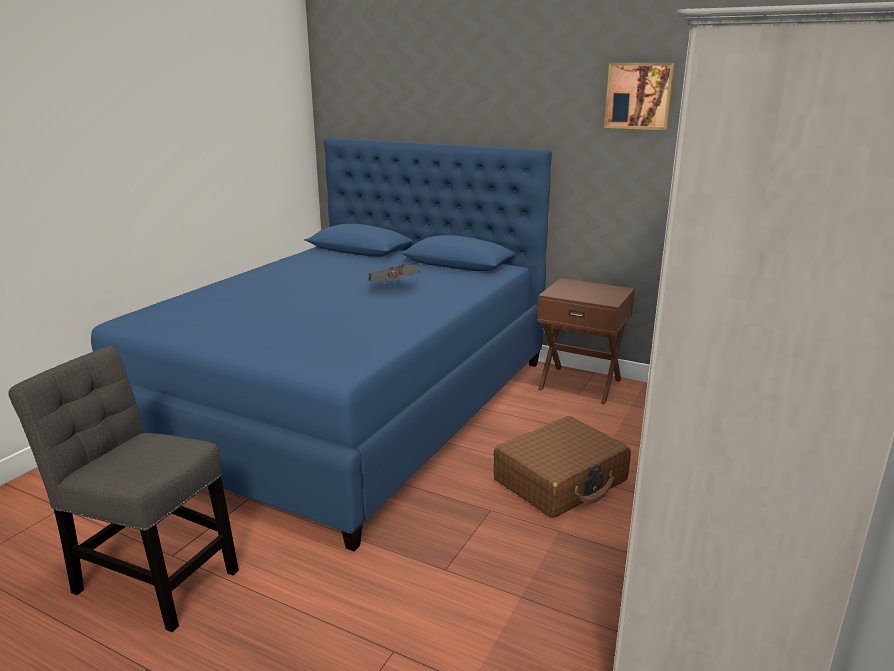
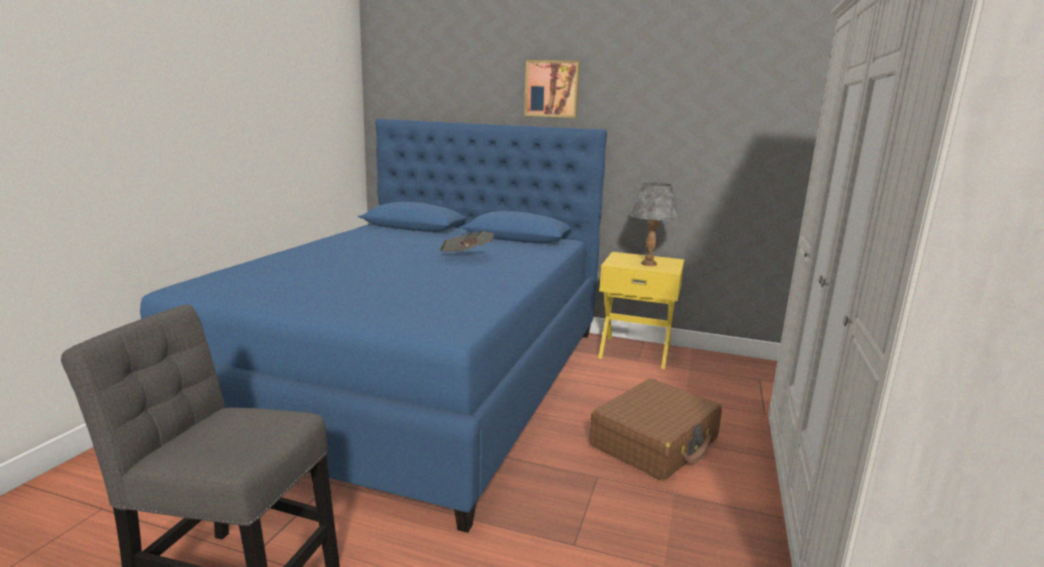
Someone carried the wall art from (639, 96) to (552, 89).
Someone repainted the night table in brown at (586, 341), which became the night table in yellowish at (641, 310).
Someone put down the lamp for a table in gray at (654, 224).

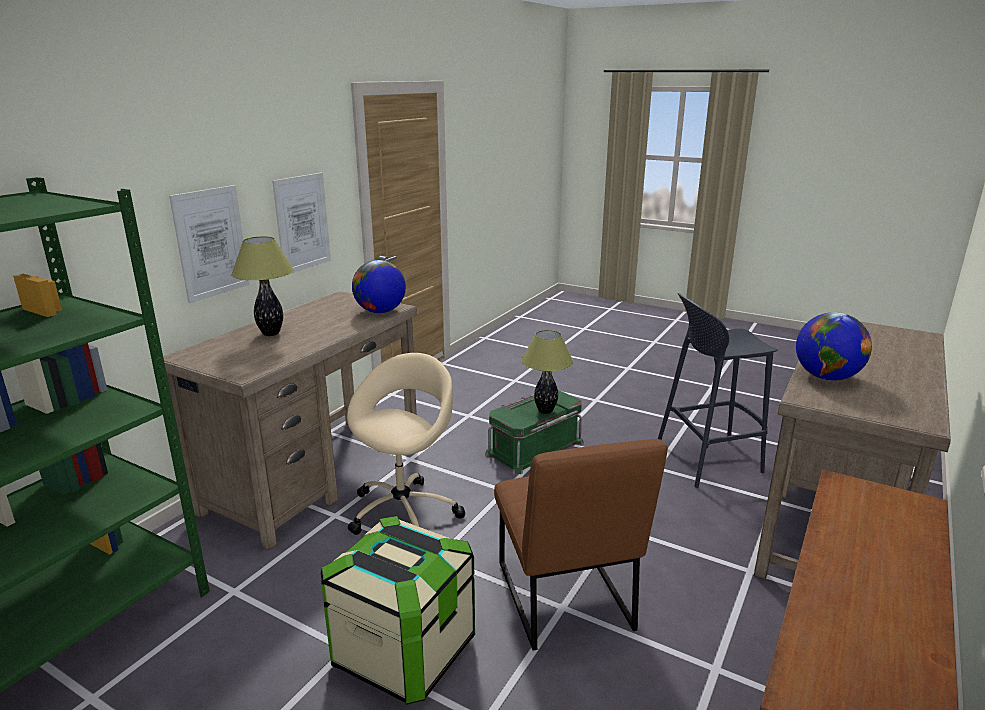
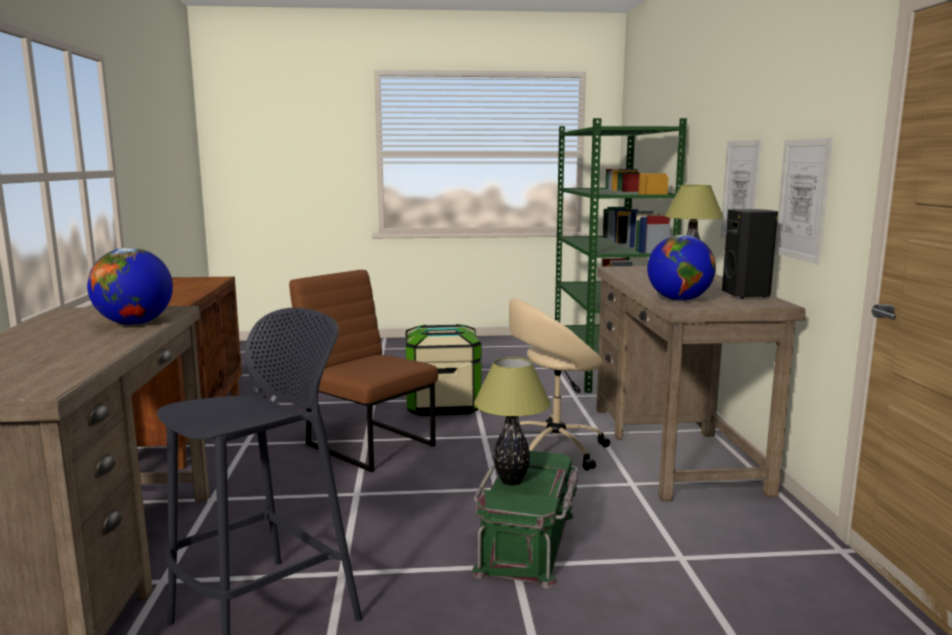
Someone rotated the desk chair in beige-coloured at (406, 444) by 60 degrees clockwise.
Someone put down the speaker in black-coloured at (750, 254).

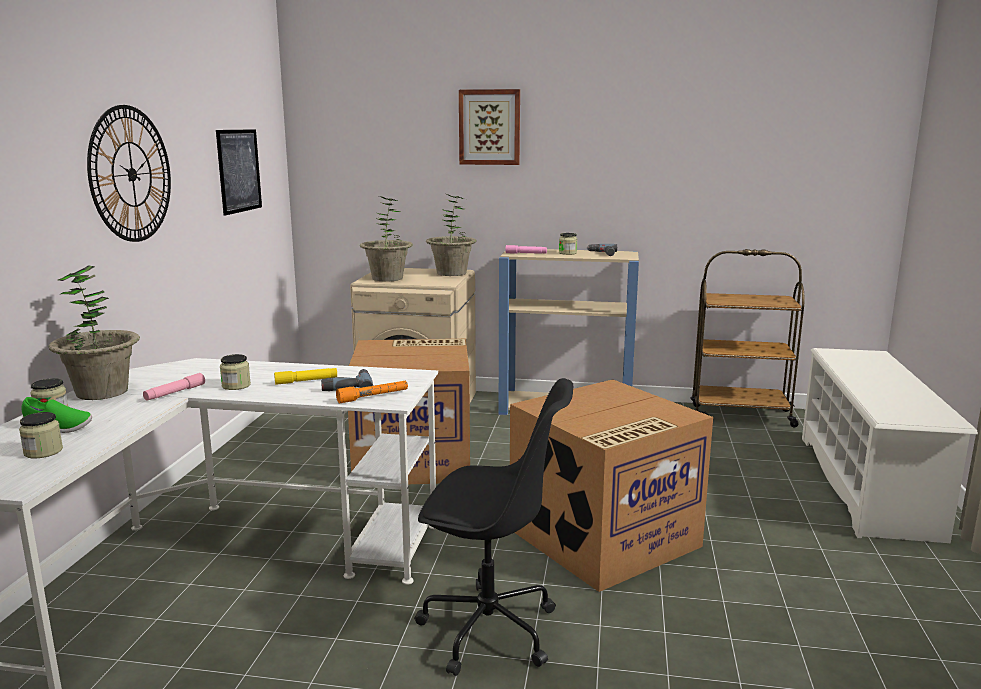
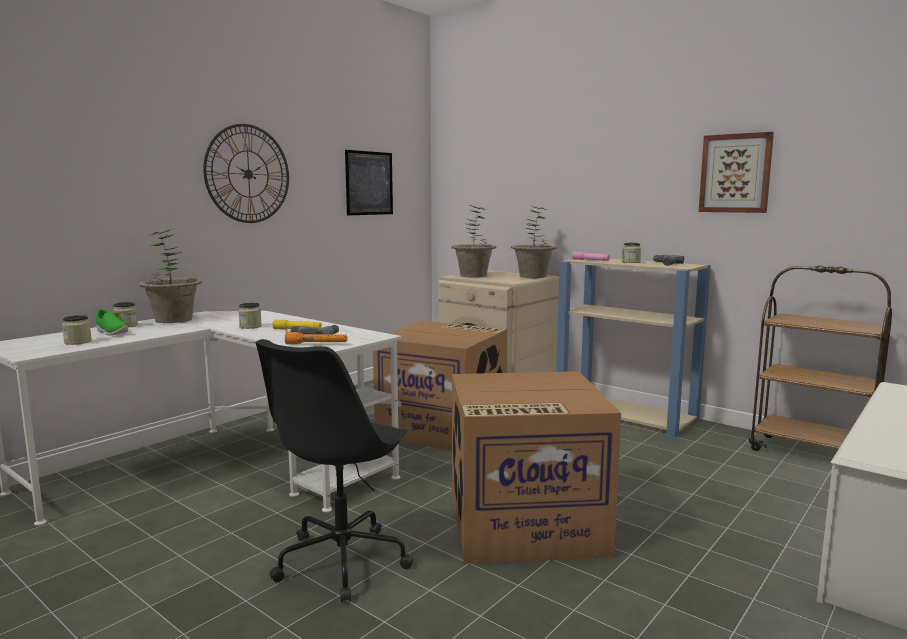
Someone rotated the desk chair in black-coloured at (493, 527) by 75 degrees clockwise.
Someone carried the wall art from (489, 127) to (736, 172).
Someone took away the torch in pinkish at (174, 387).

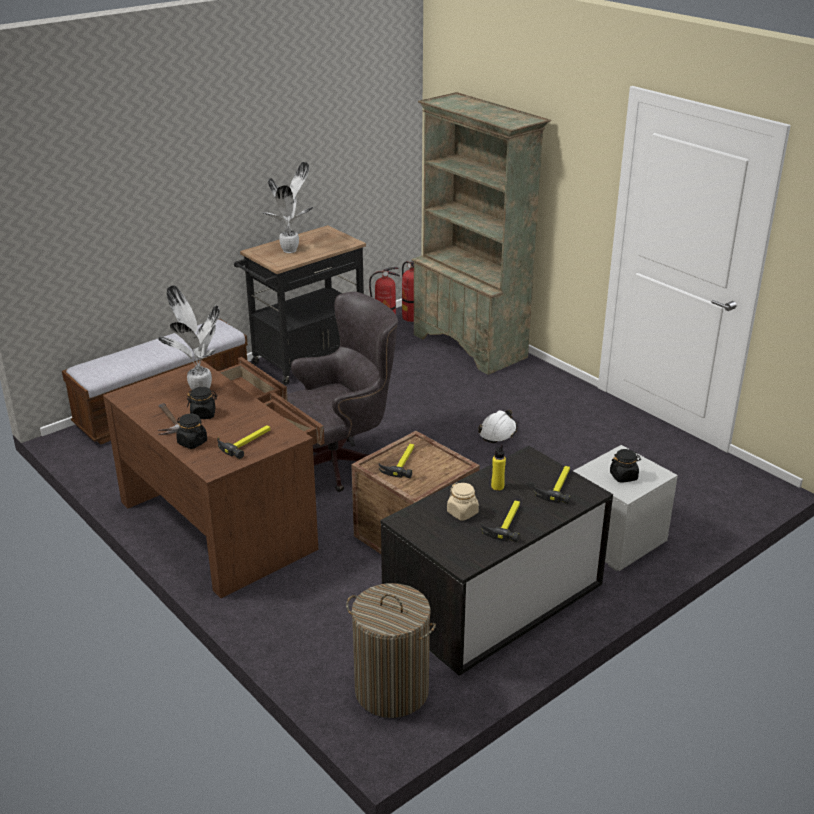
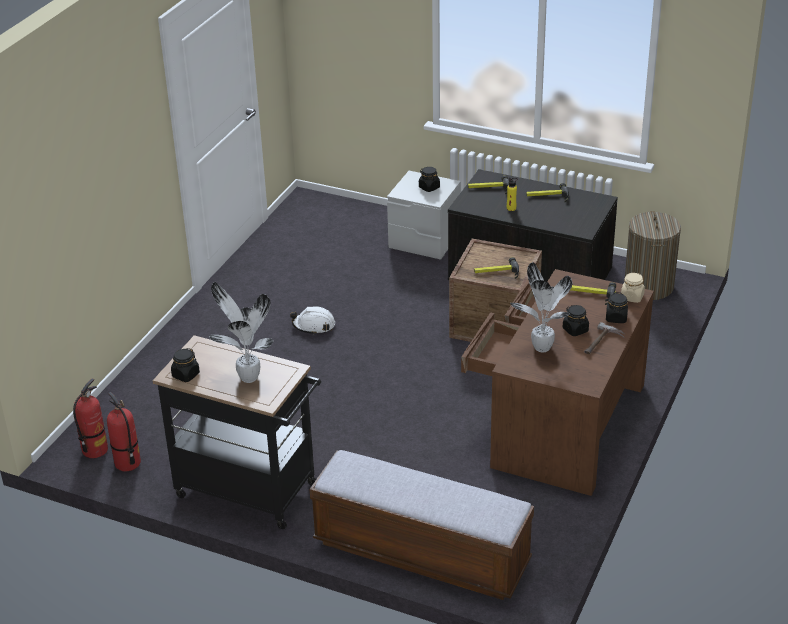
Someone put down the storage jar in black-coloured at (185, 365).
Someone carried the storage jar in beige-coloured from (463, 501) to (633, 288).
Someone took away the desk chair in gray at (342, 392).
Someone took away the shelving unit in green-coloured at (481, 233).

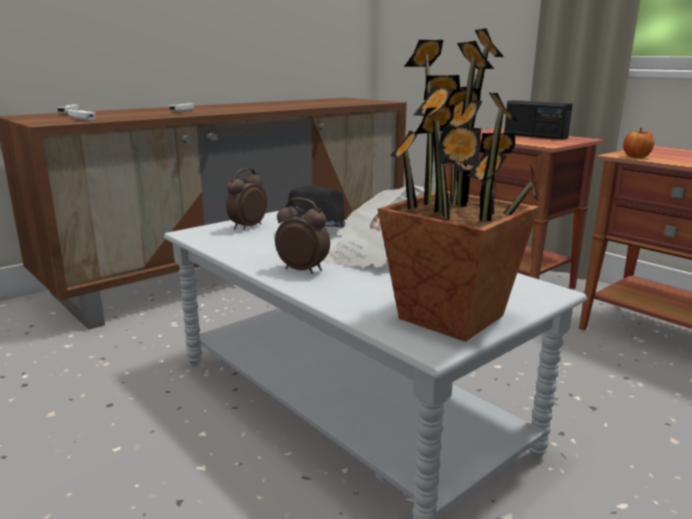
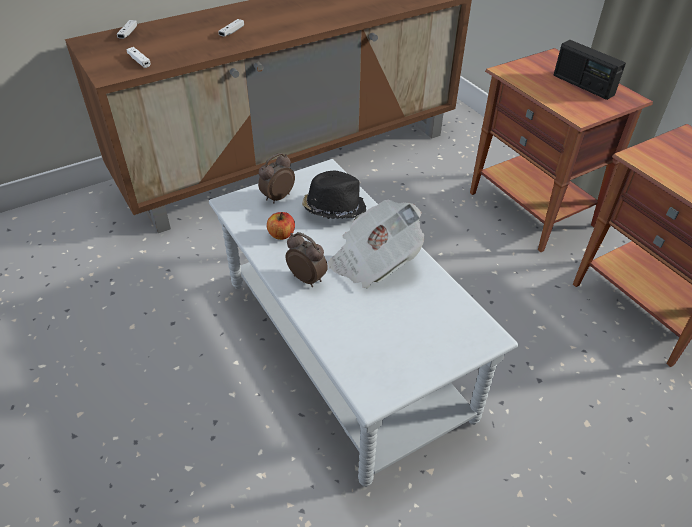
Someone carried the apple fruit from (638, 143) to (281, 226).
Someone took away the plant in a pot at (458, 185).

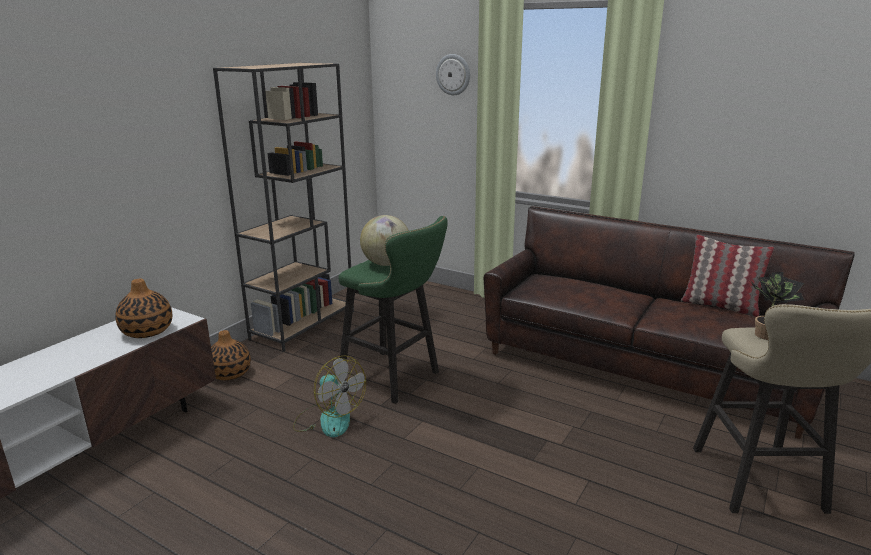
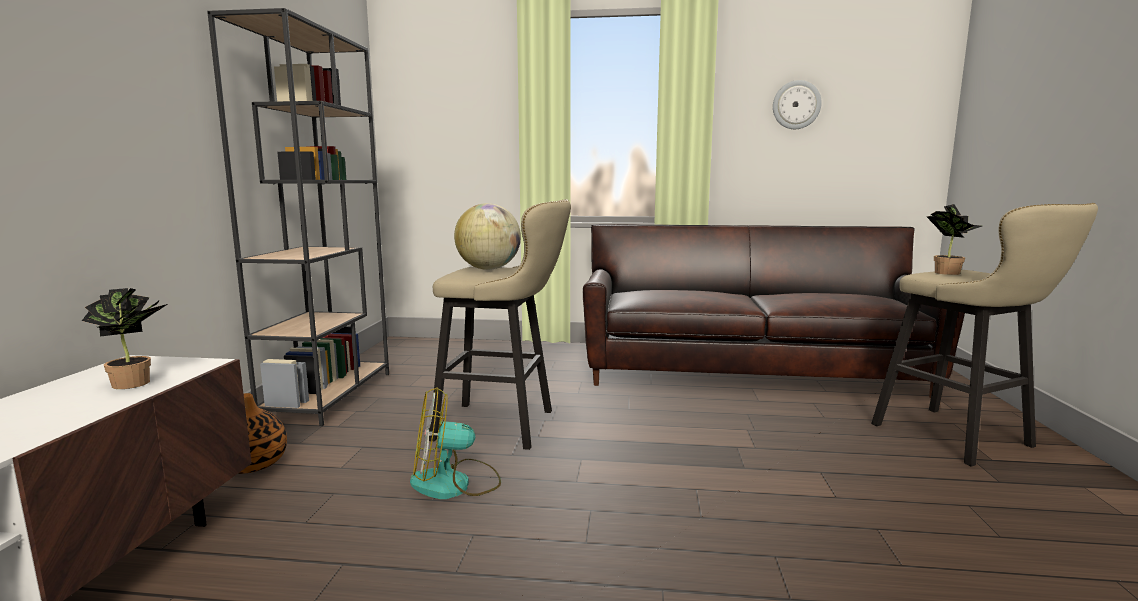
Someone swapped the decorative vase at (143, 308) for the plant in a pot at (125, 338).
Someone rotated the fan at (329, 396) by 150 degrees clockwise.
Someone repainted the stool in green-coloured at (392, 310), which became the stool in beige-coloured at (500, 324).
Someone carried the wall clock from (453, 74) to (797, 104).
Someone took away the cushion at (727, 276).

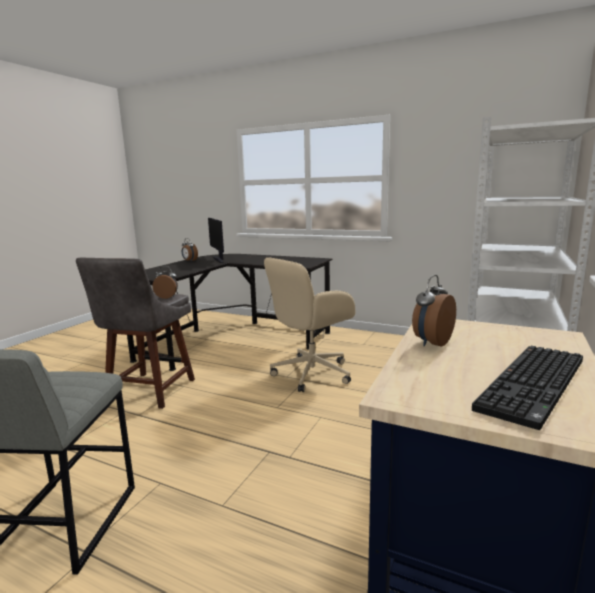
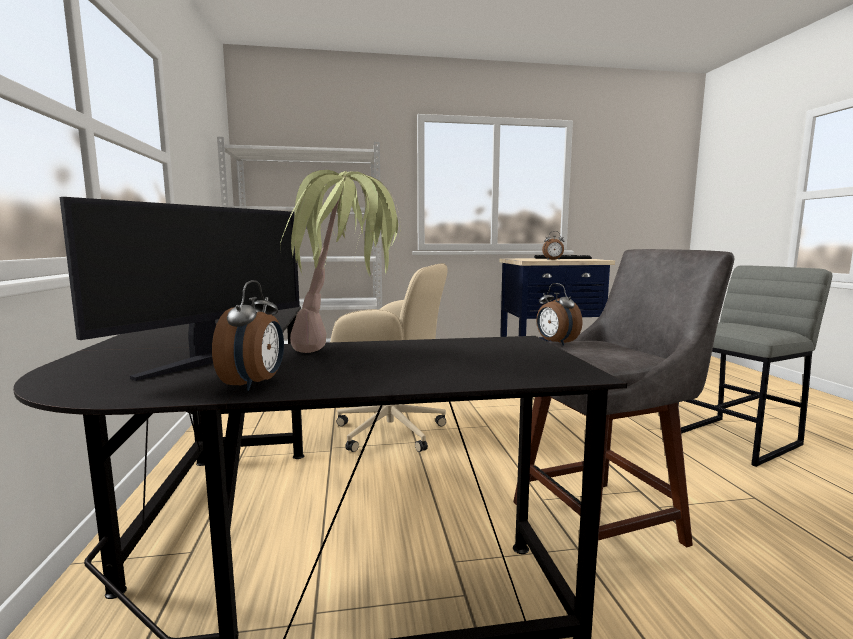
Someone put down the plant in a pot at (340, 261).

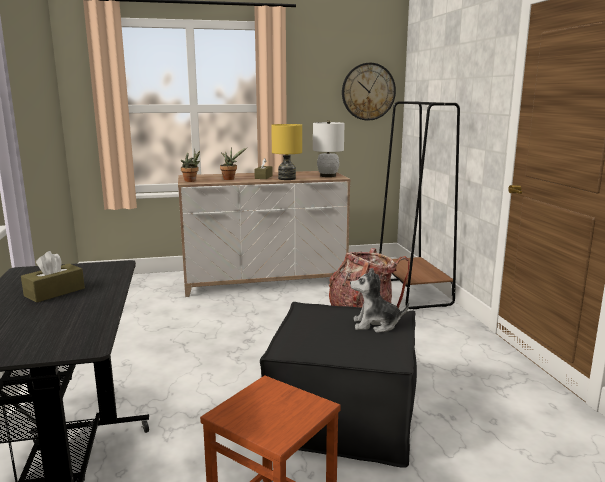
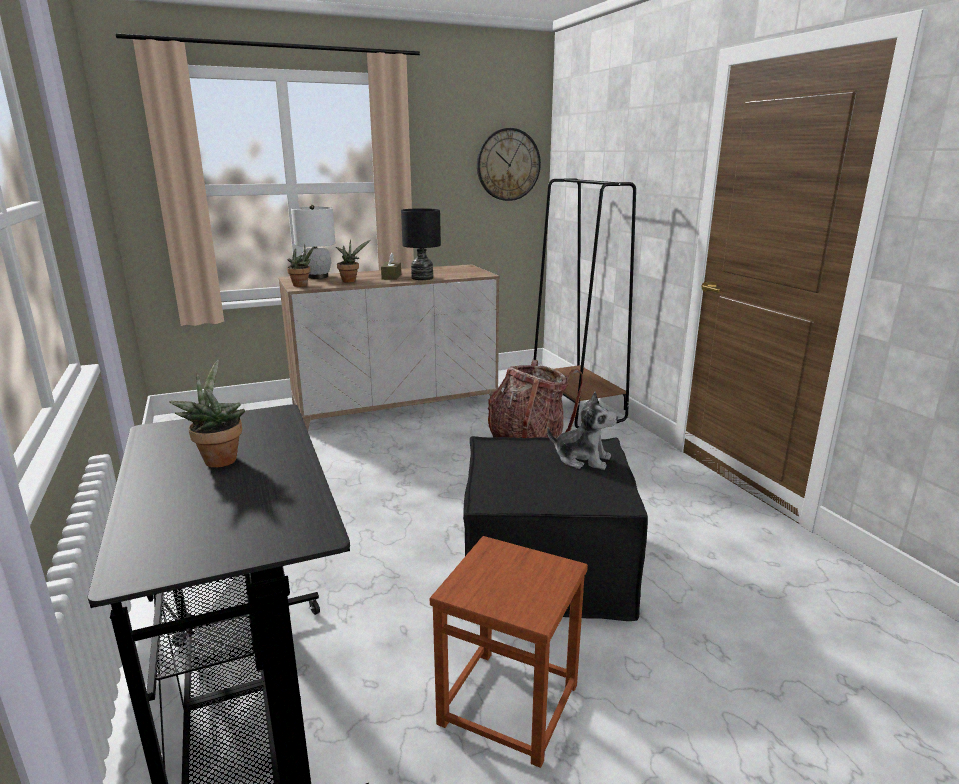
Someone swapped the tissue box in brown at (53, 277) for the plant in a pot at (207, 414).
Someone carried the lamp for a table in white from (329, 148) to (313, 242).
Someone repainted the lamp for a table in yellowish at (286, 152), which became the lamp for a table in black-coloured at (421, 244).
Someone rotated the cuddly toy at (379, 300) by 150 degrees counterclockwise.

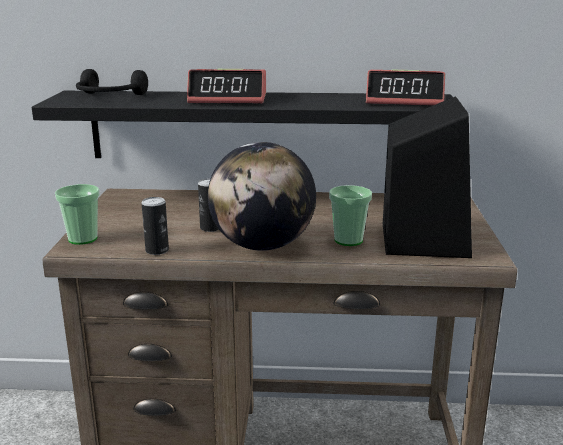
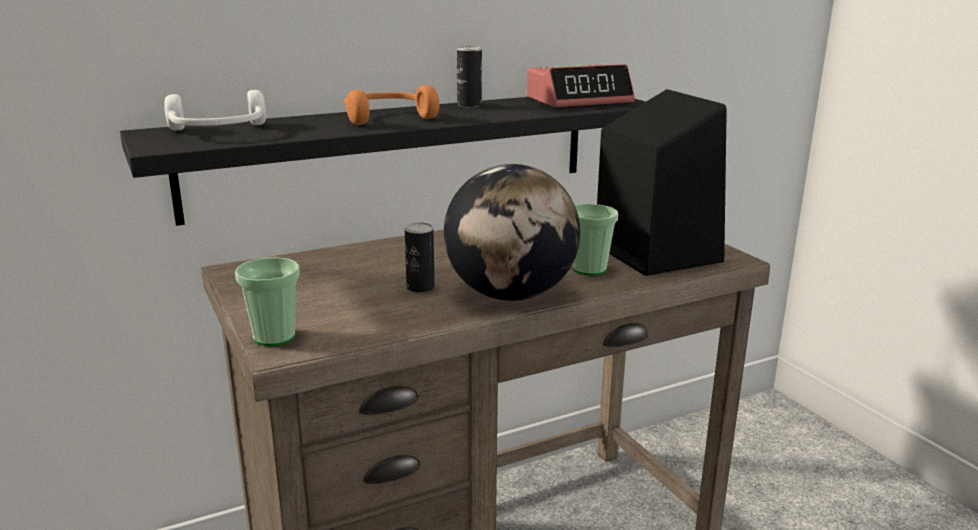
Someone repainted the headset in black-coloured at (112, 82), which became the headset in white at (215, 110).
Someone swapped the bedside clock at (226, 86) for the headset in orangey at (391, 105).
Someone carried the metal can from (155, 226) to (469, 77).

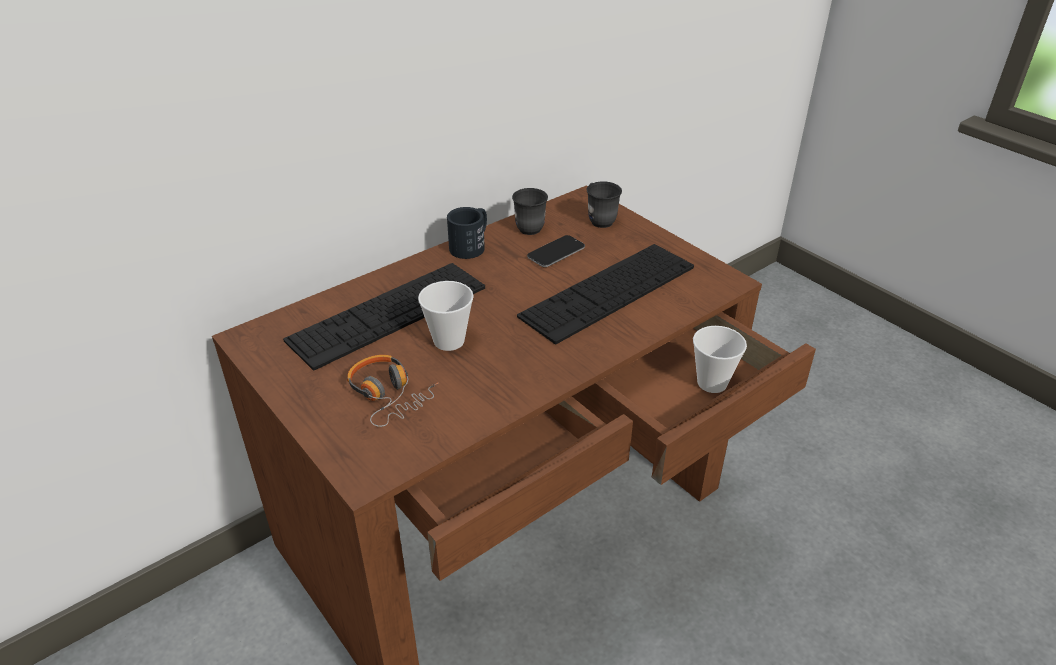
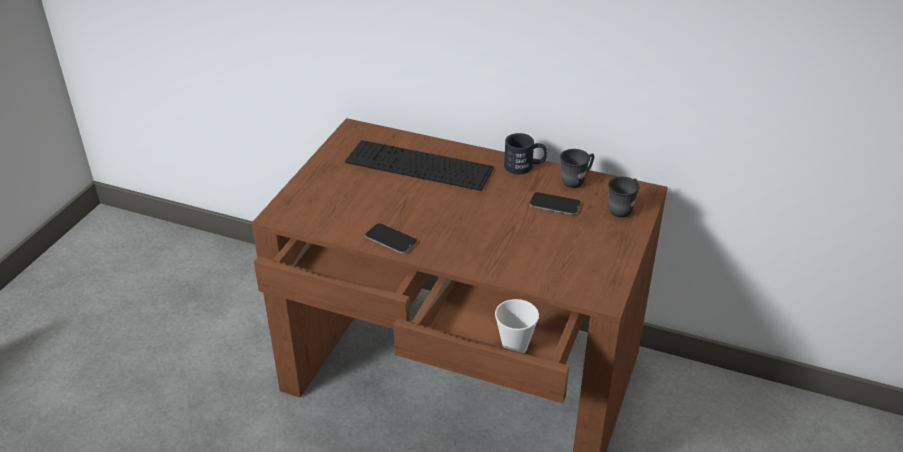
Someone put down the phone at (391, 238).
Someone took away the headset at (393, 391).
Someone took away the drinking cup at (446, 316).
Someone took away the computer keyboard at (605, 294).

